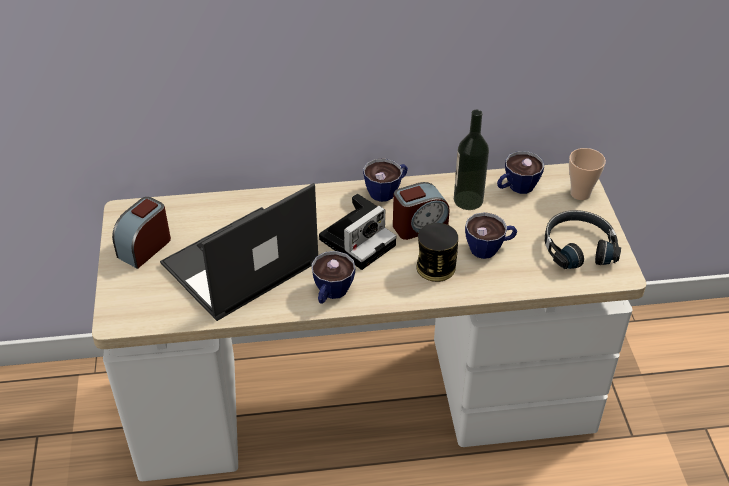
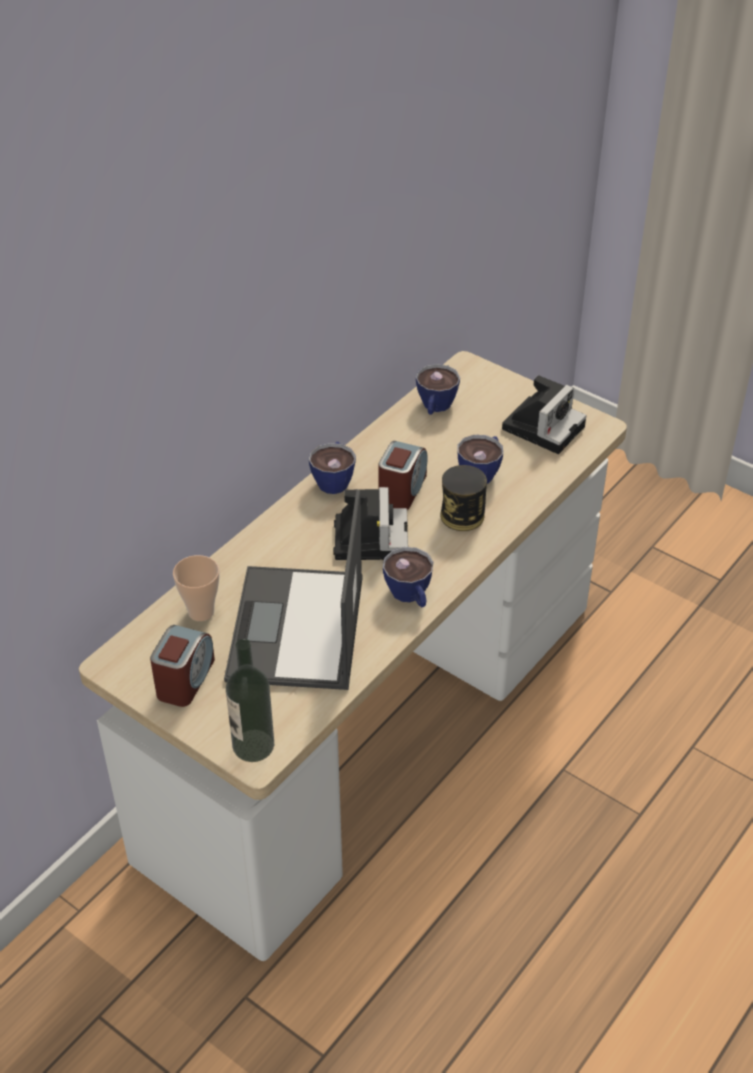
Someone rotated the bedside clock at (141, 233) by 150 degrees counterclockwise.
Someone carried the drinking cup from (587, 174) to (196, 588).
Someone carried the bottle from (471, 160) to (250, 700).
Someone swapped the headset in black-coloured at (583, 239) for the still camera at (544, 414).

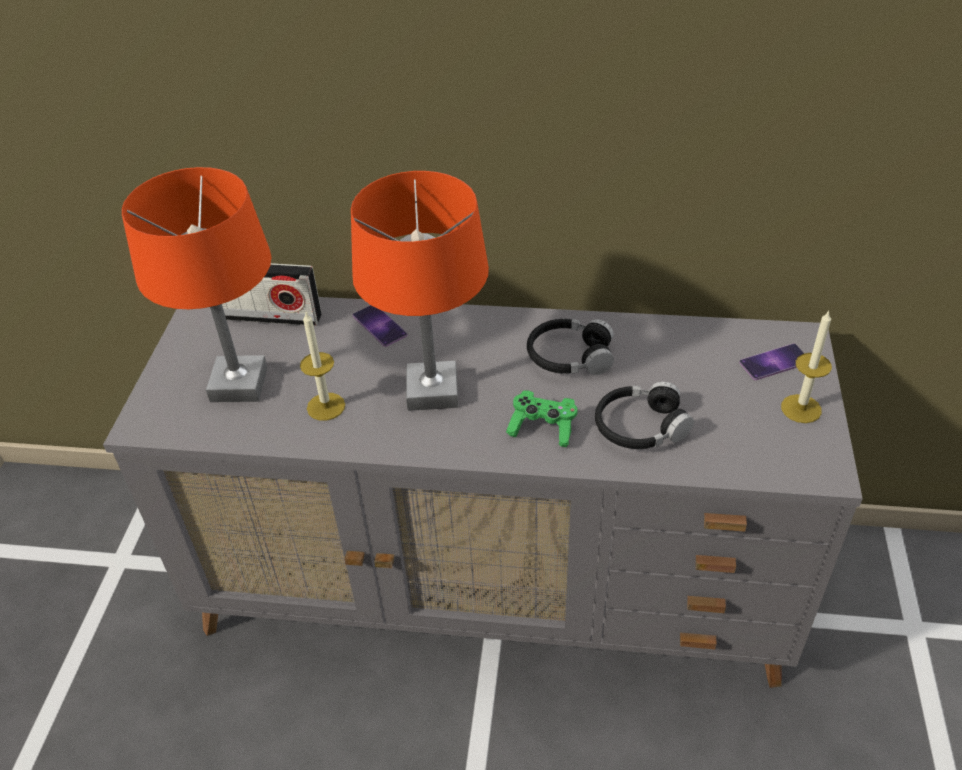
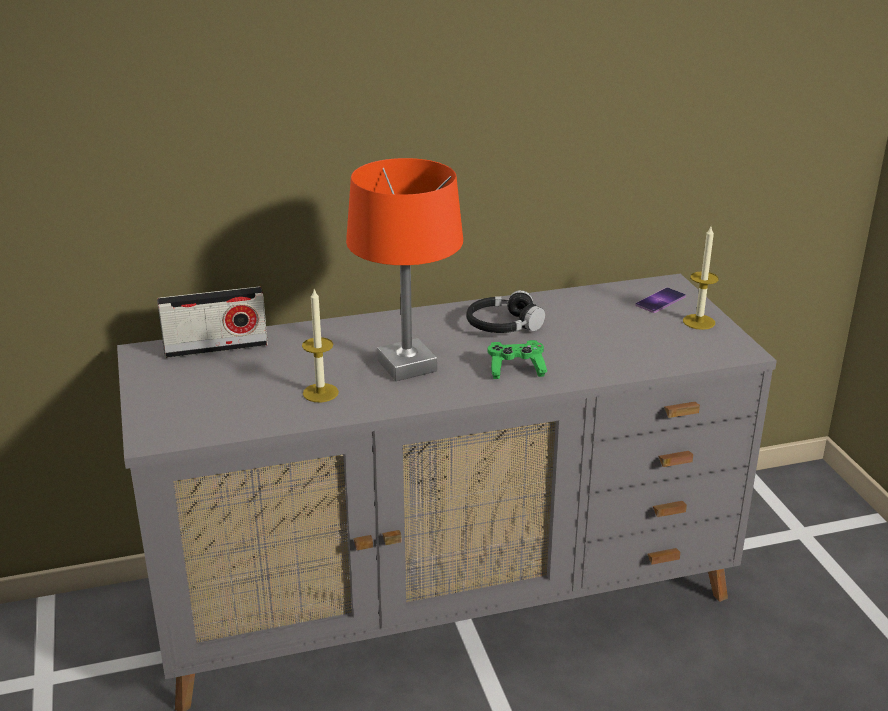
Someone took away the lamp for a table in orangey at (196, 284).
Someone took away the phone at (380, 326).
Someone took away the headset in black-coloured at (644, 415).

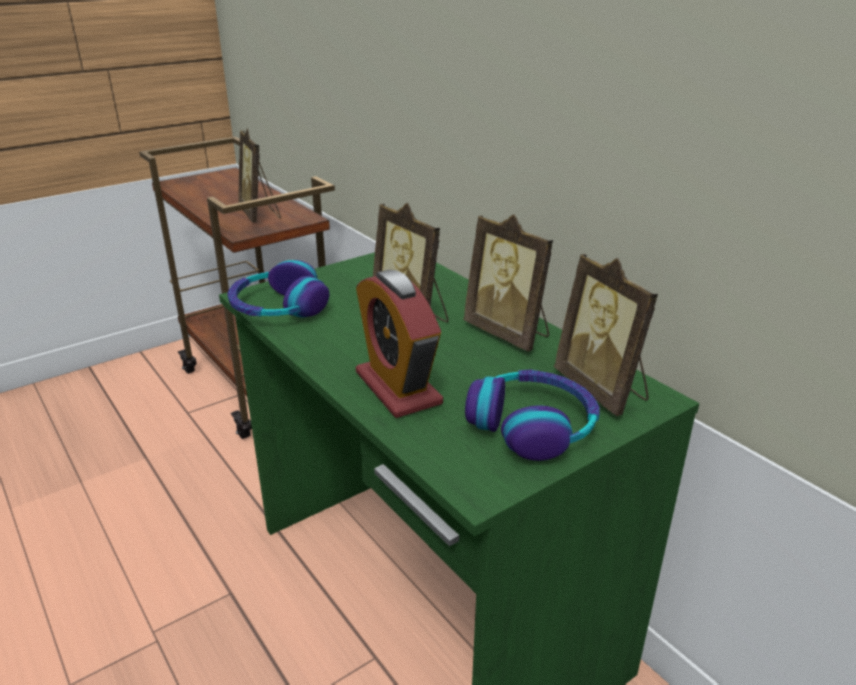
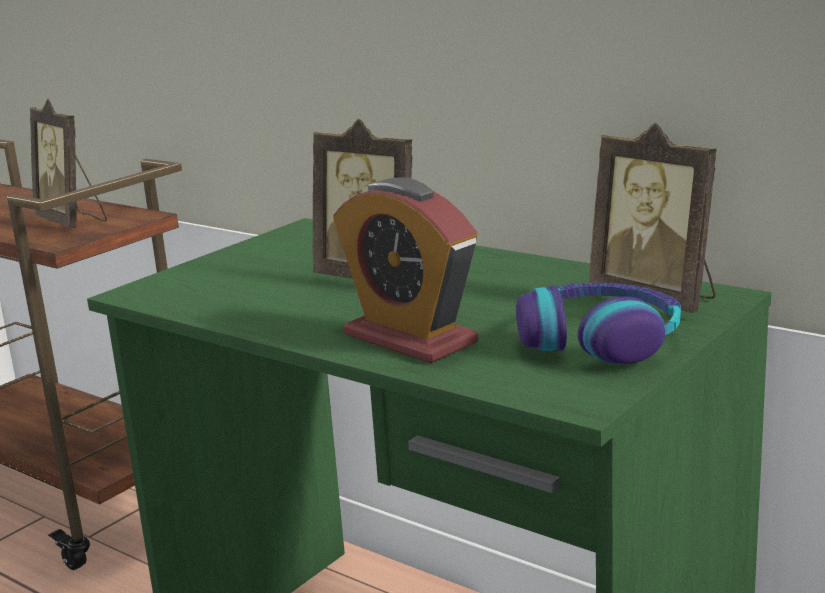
Someone took away the headset at (278, 289).
Someone took away the picture frame at (508, 283).

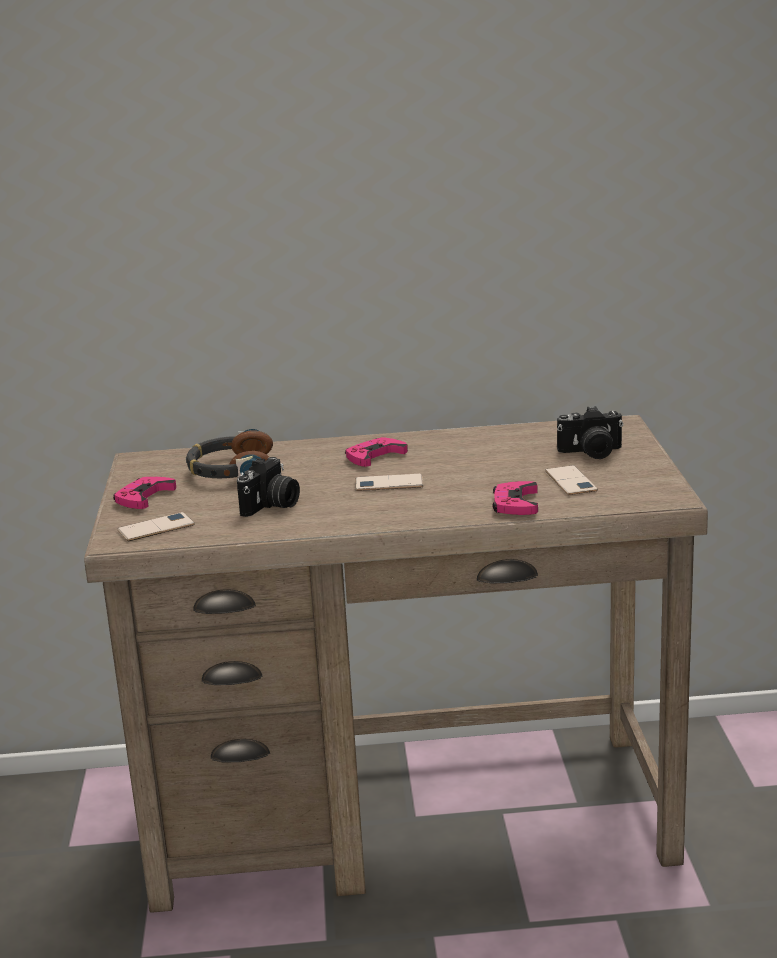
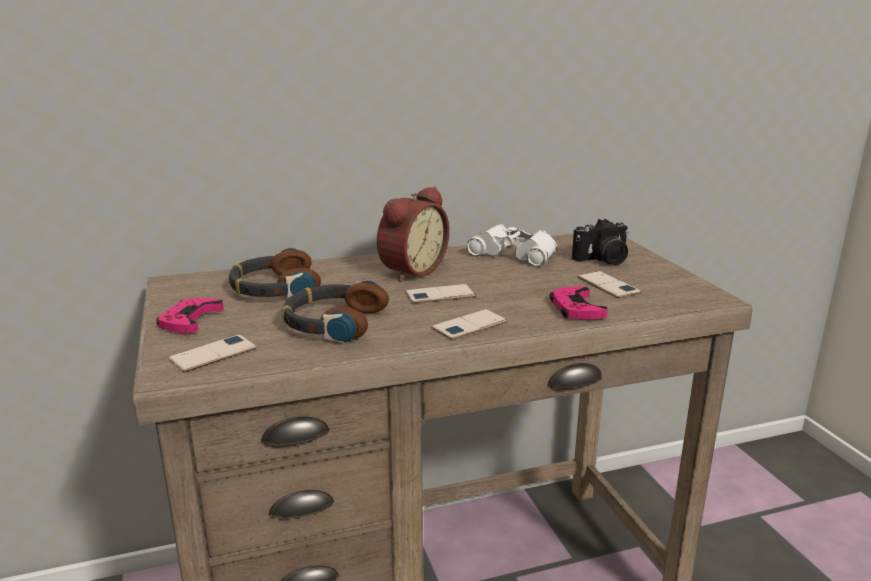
Someone swapped the still camera at (268, 487) for the headset at (335, 312).
Someone swapped the joypad in pinkish at (376, 452) for the bedside clock at (413, 233).
Someone put down the phone at (469, 324).
Someone put down the pair of binoculars in white at (511, 245).

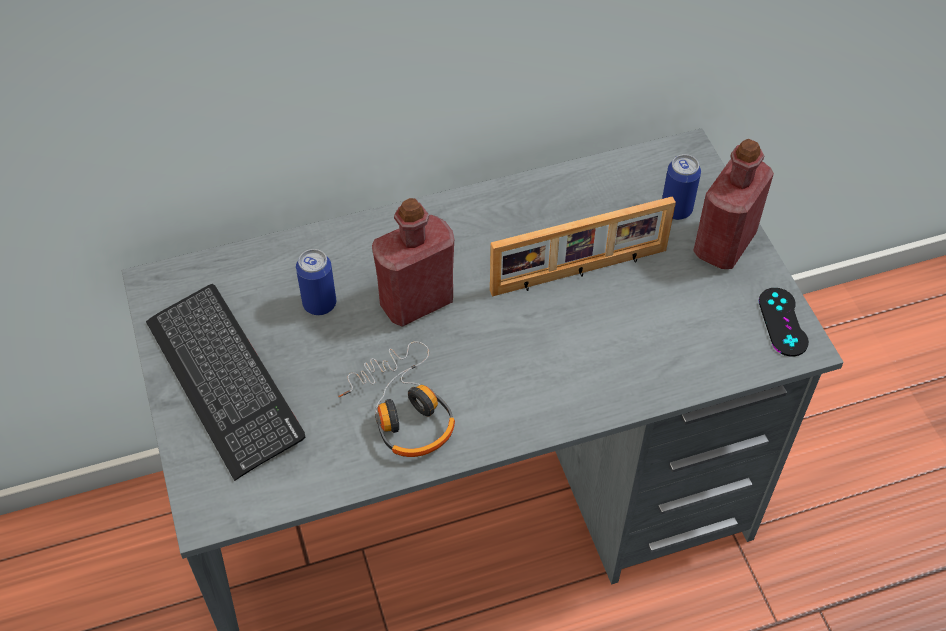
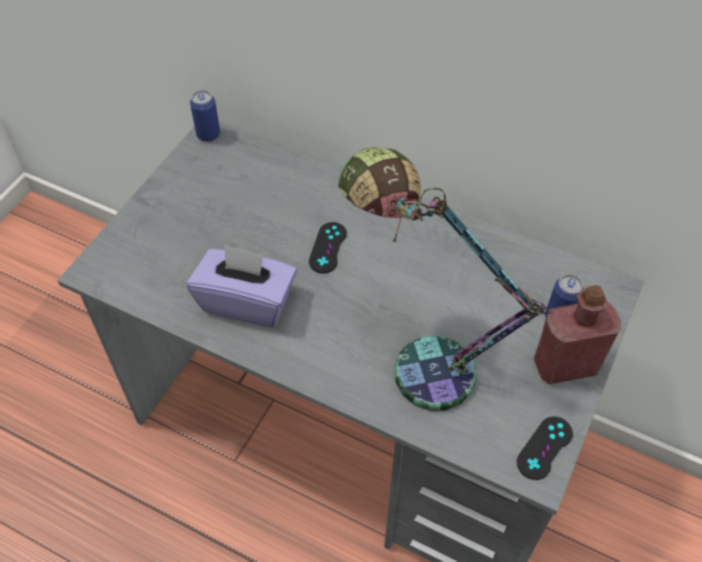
Someone swapped the headset at (396, 399) for the tissue box in purple-coloured at (242, 285).
Someone carried the metal can from (316, 282) to (205, 116).
Someone swapped the bottle in red-coloured at (413, 262) for the joypad in black-coloured at (328, 247).
Someone put down the lamp for a table at (444, 279).
Someone took away the computer keyboard at (226, 382).
Someone took away the picture frame at (583, 246).

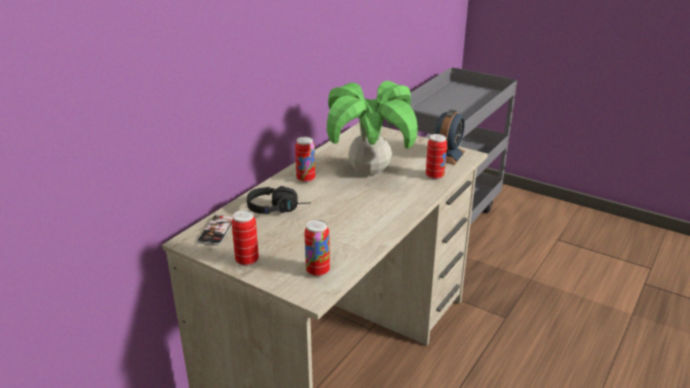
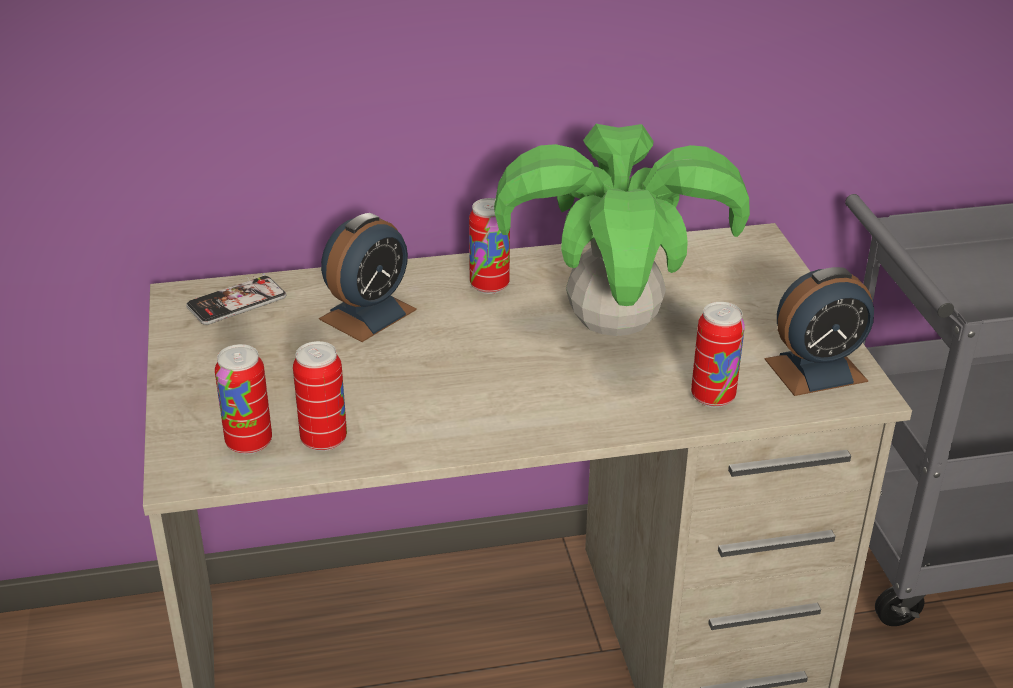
Someone carried the metal can from (245, 238) to (320, 396).
Someone swapped the headset in black-coloured at (279, 200) for the bedside clock at (368, 277).

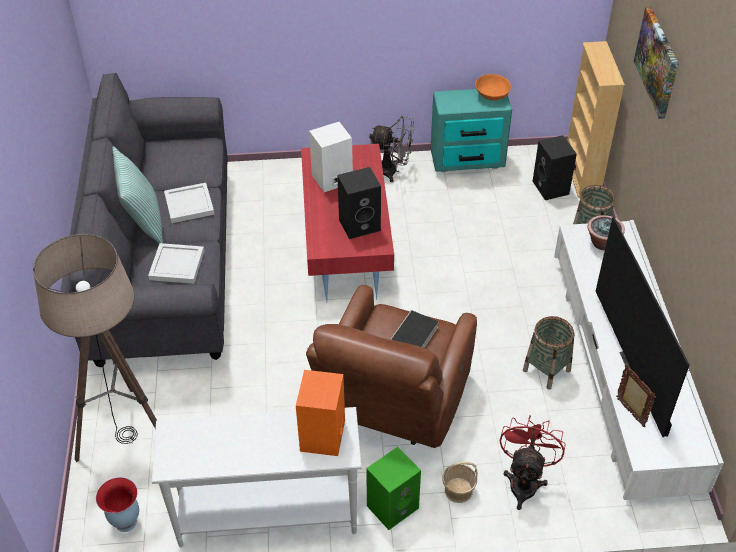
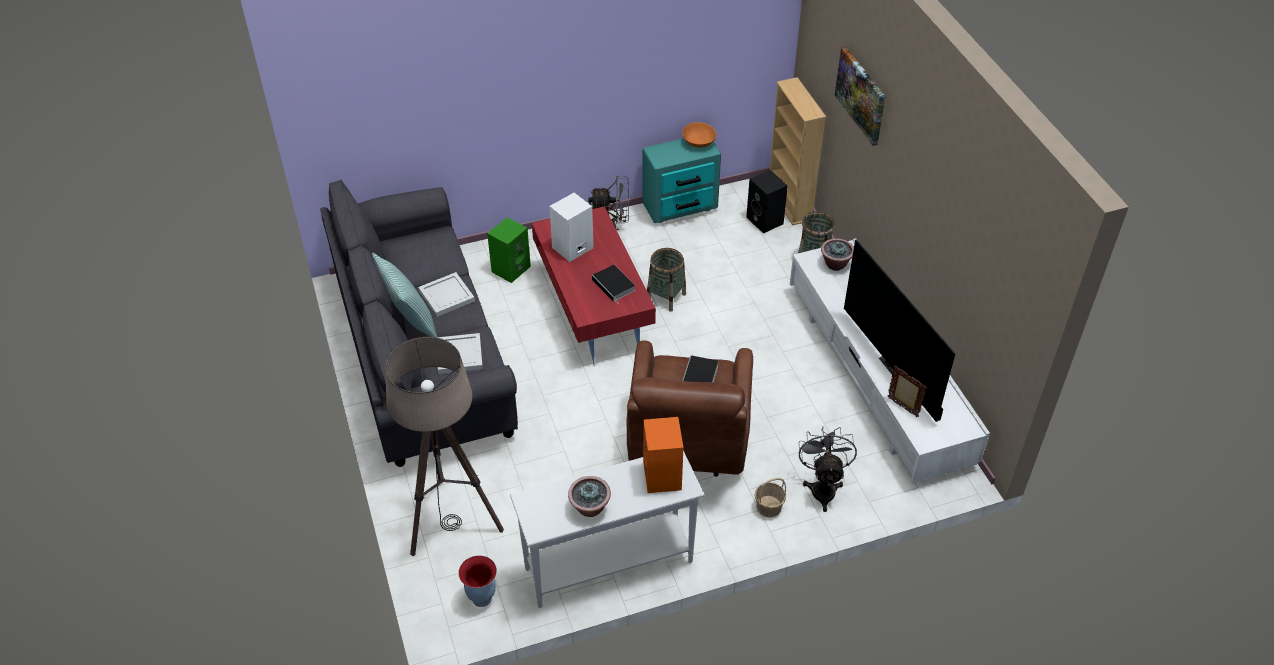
Someone carried the speaker in green-coloured from (393, 488) to (509, 250).
Someone put down the plant in a pot at (589, 496).
Someone swapped the speaker in black-coloured at (359, 203) for the book at (613, 285).
Someone carried the household basket from (549, 353) to (666, 280).
Someone repainted the fan in red-coloured at (533, 462), which became the fan in gray at (828, 469).

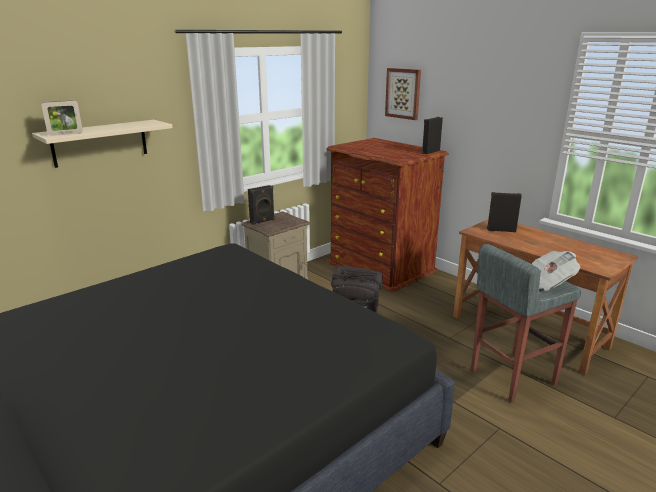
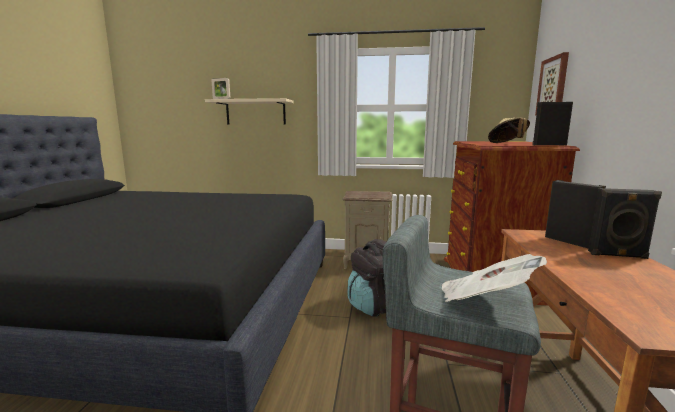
Someone put down the hat in beige-coloured at (509, 130).
Someone carried the speaker in black-coloured from (261, 205) to (625, 223).

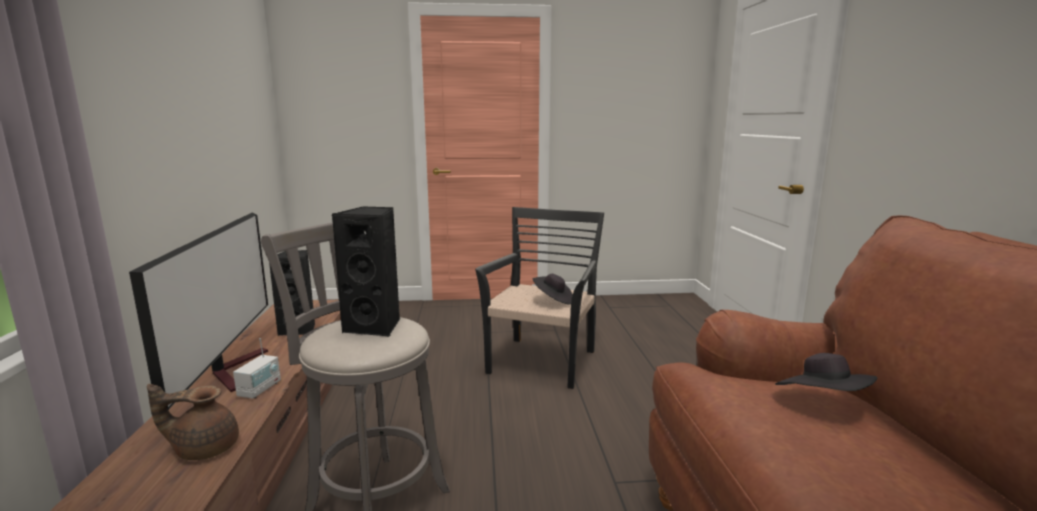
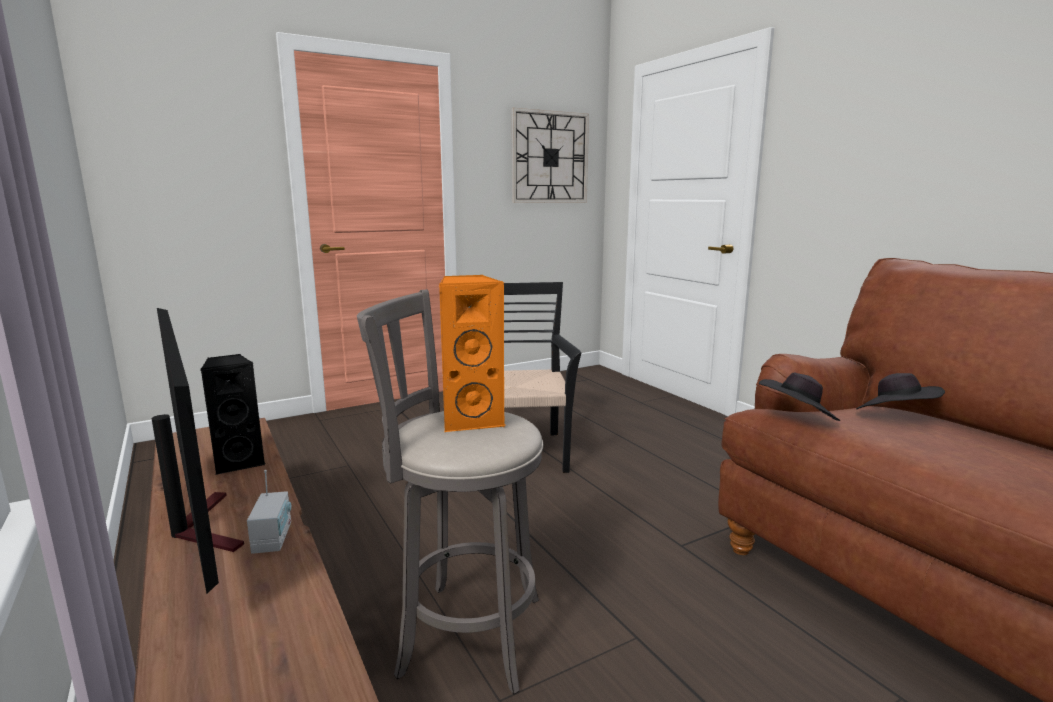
Someone repainted the speaker in black-coloured at (365, 271), which became the speaker in orangey at (472, 353).
Someone put up the wall clock at (550, 155).
Someone carried the hat in black-coloured from (553, 289) to (799, 397).
Someone took away the teapot in brown at (193, 422).

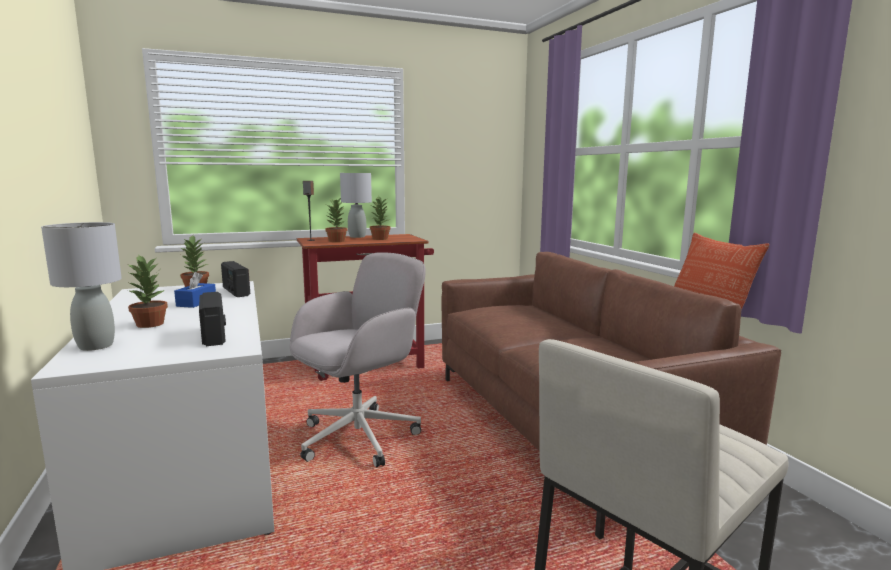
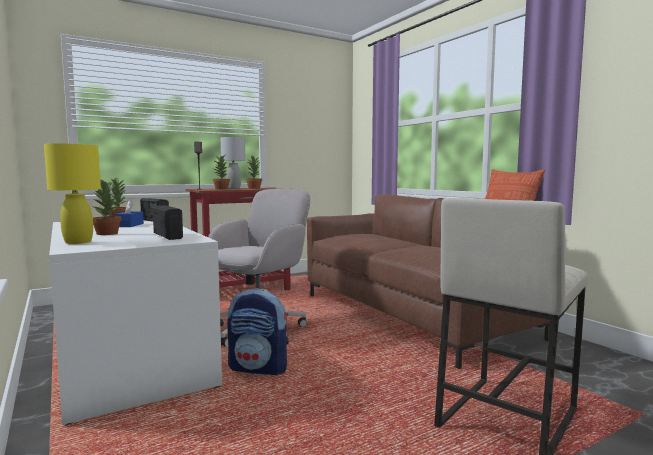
Someone repainted the lamp for a table in gray at (81, 286), which became the lamp for a table in yellowish at (72, 193).
Someone put down the knapsack at (257, 331).

